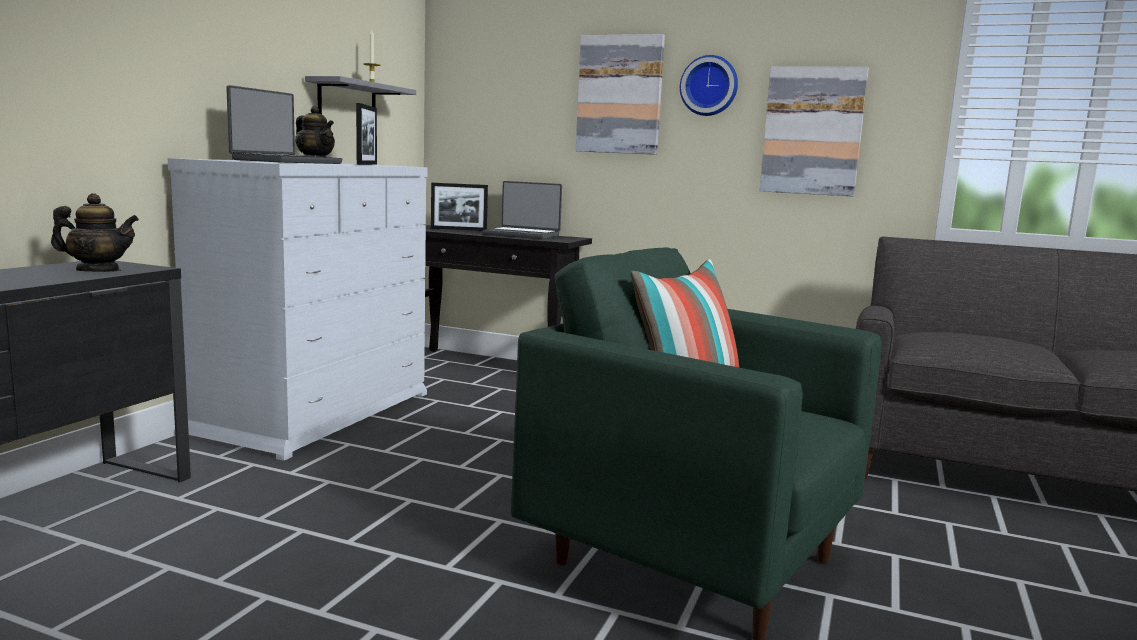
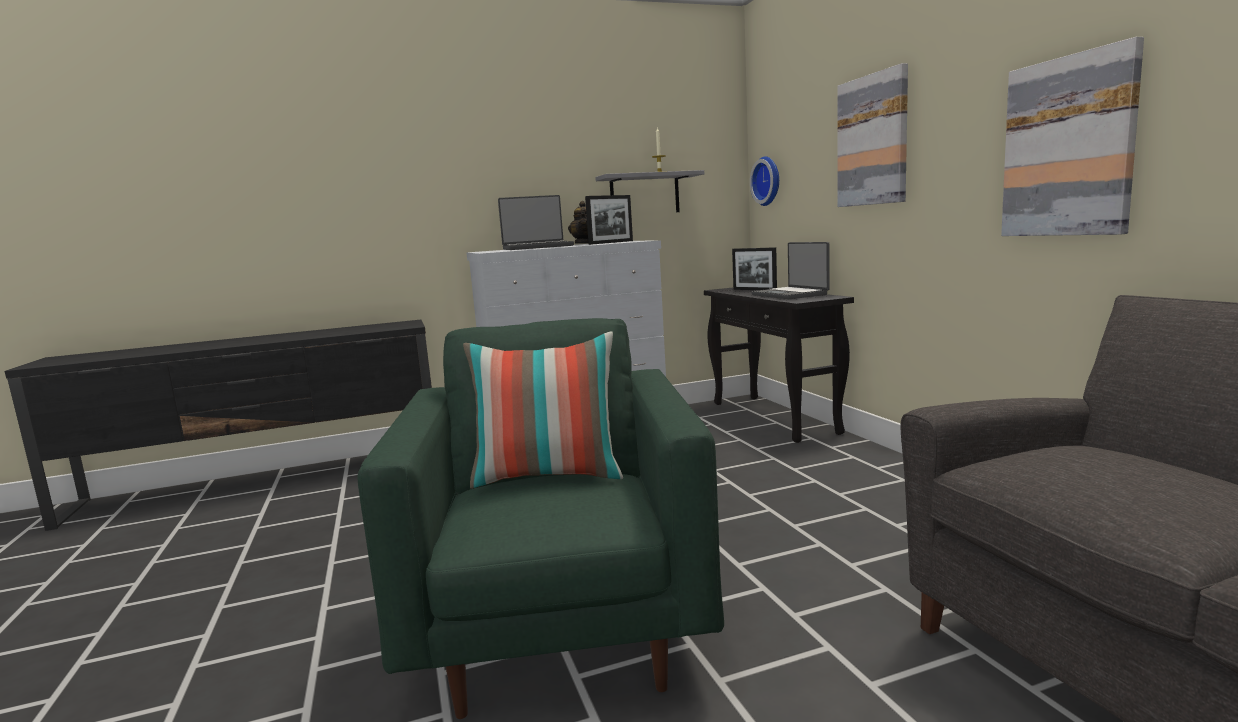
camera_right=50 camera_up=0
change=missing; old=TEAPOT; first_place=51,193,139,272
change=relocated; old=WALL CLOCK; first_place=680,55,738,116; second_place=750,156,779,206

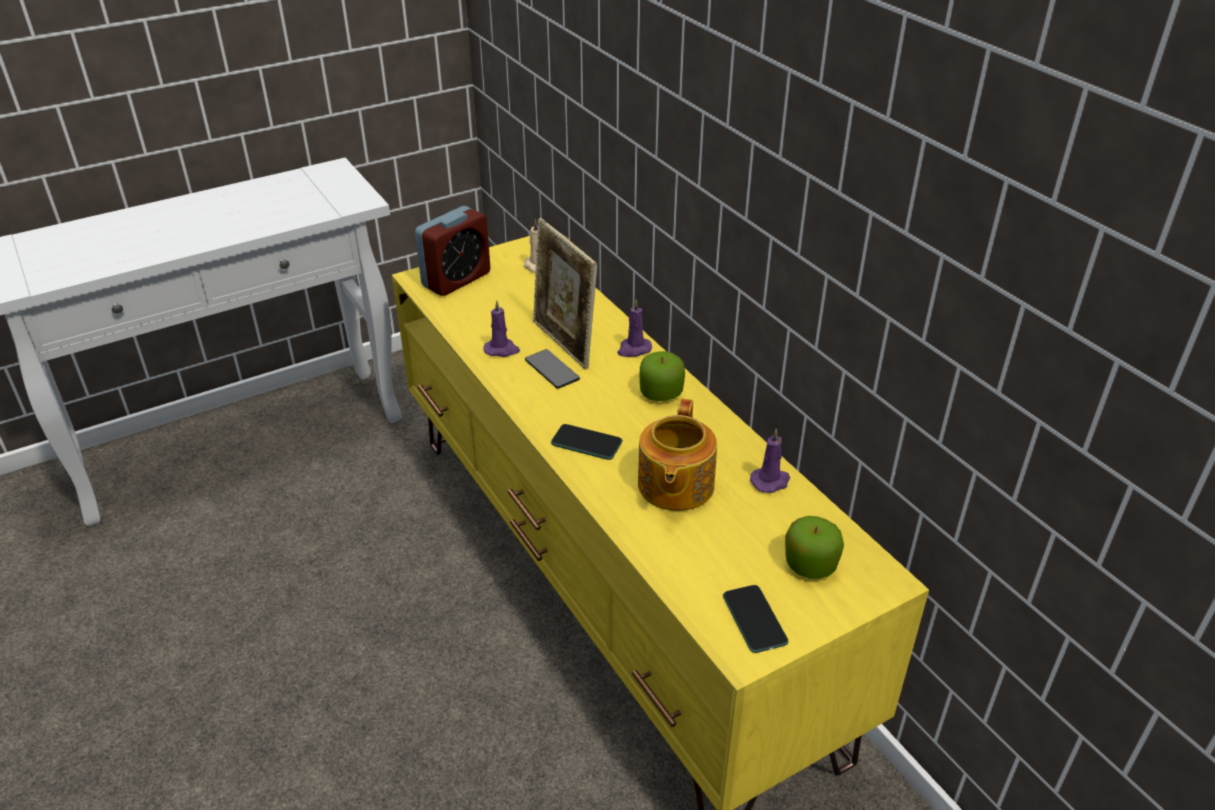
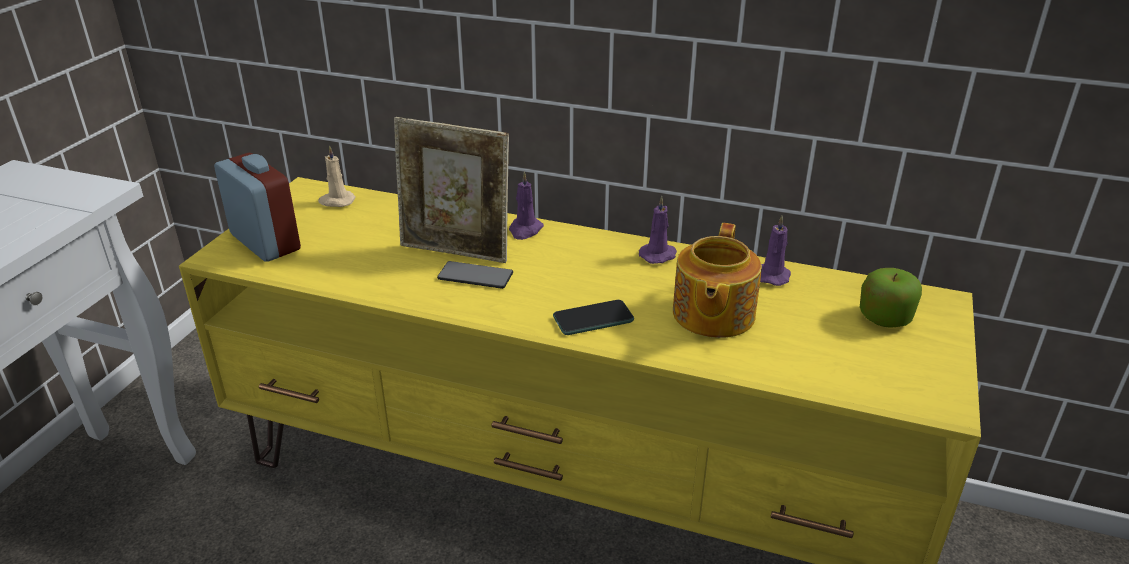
camera_right=-40 camera_up=-5
change=missing; old=APPLE; first_place=640,351,685,401
change=missing; old=PHONE; first_place=723,585,788,653
change=relocated; old=PURPLE CANDLE; first_place=483,300,520,357; second_place=639,196,677,264
change=spun; old=ALARM CLOCK; first_place=415,206,490,296; second_place=214,153,301,262; degrees=-45
change=spun; old=TEAPOT; first_place=638,399,717,511; second_place=673,223,762,338; degrees=45

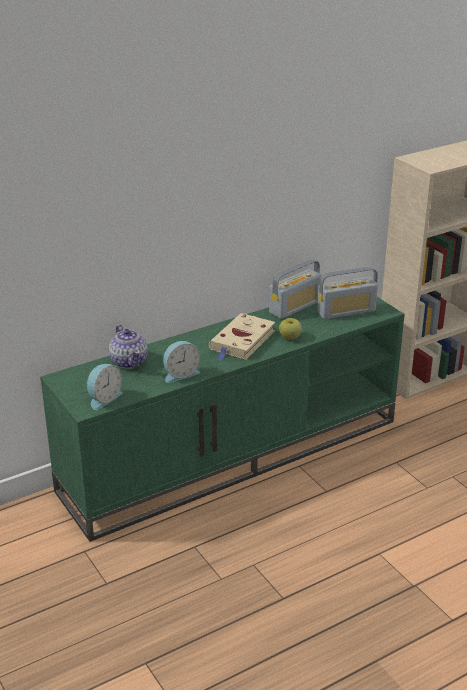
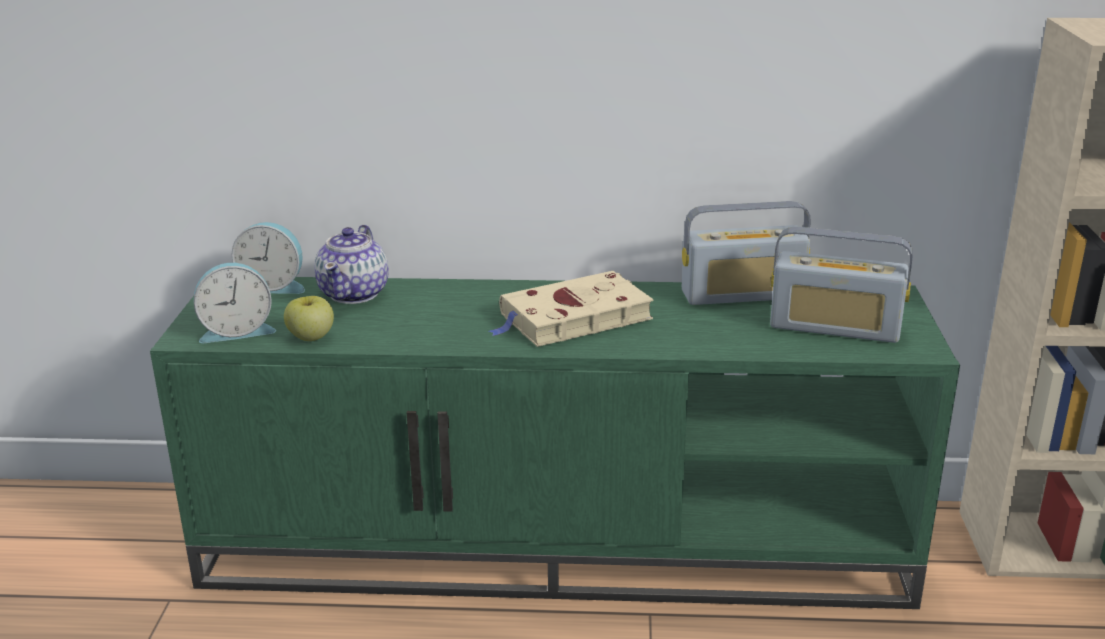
camera_right=35 camera_up=-5
change=relocated; old=ALARM CLOCK; first_place=163,341,200,383; second_place=232,222,305,294
change=relocated; old=APPLE; first_place=279,318,302,340; second_place=284,296,334,341

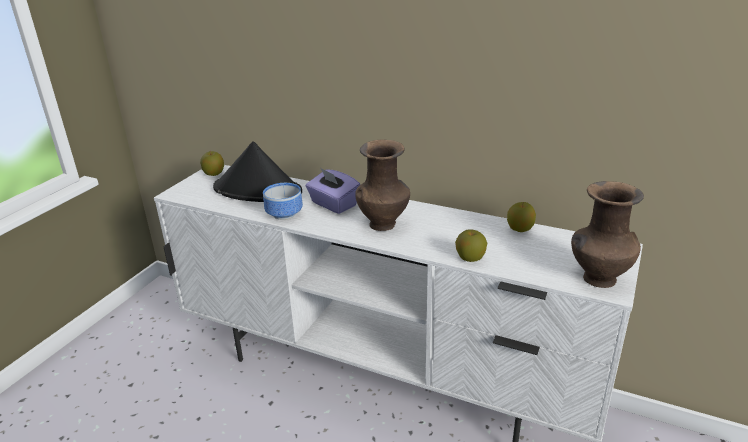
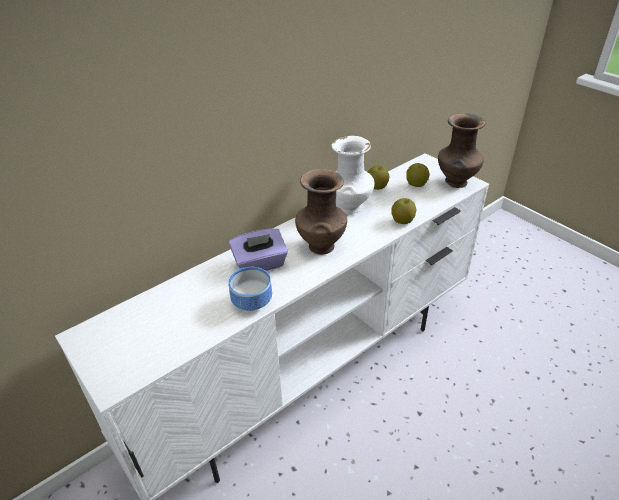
camera_right=-65 camera_up=10
change=missing; old=BLACK HAT; first_place=213,141,302,202
change=appeared; new=WHITE VASE; second_place=332,136,374,214
change=relocated; old=APPLE; first_place=200,151,224,176; second_place=407,163,430,187

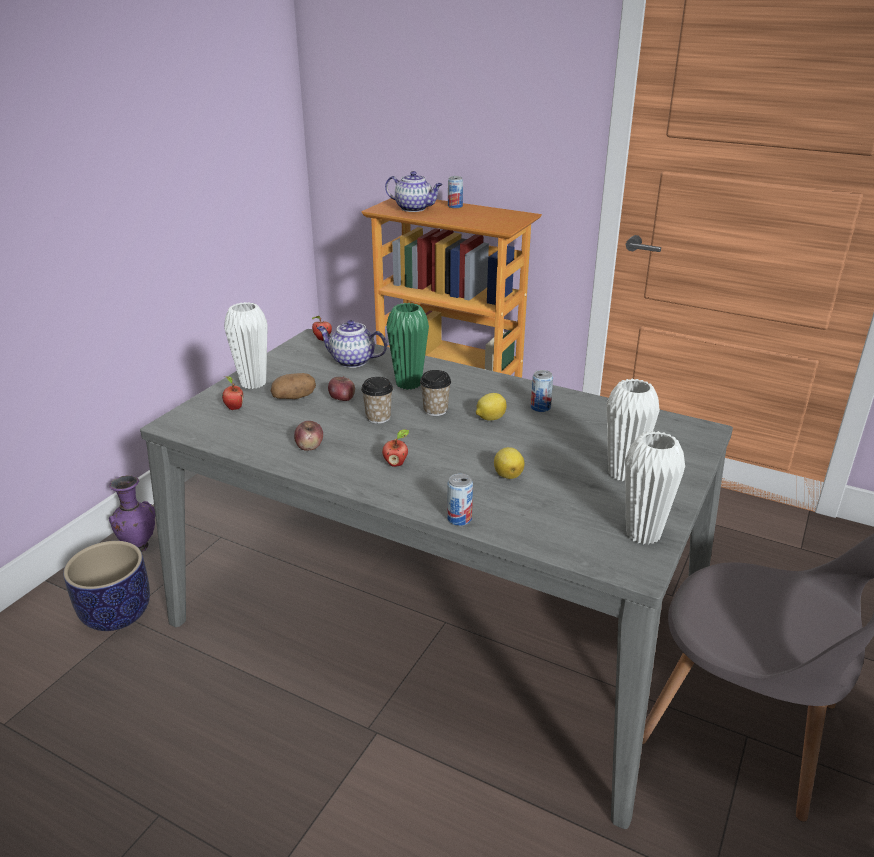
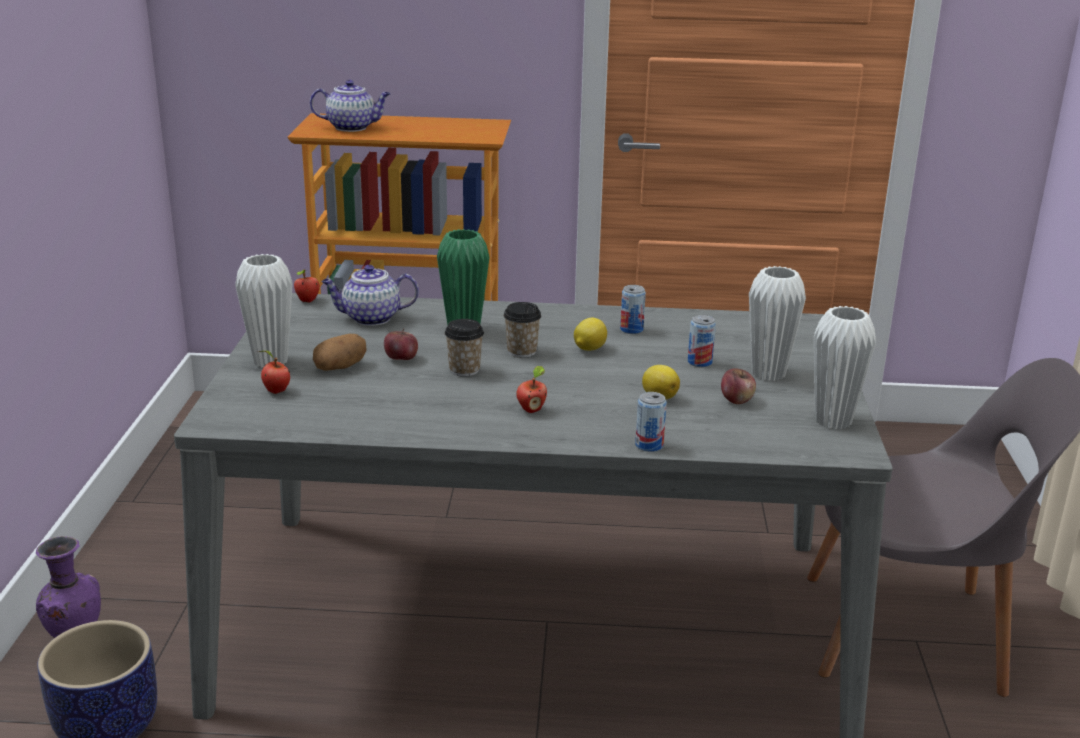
camera_right=-25 camera_up=-5
change=relocated; old=APPLE; first_place=294,421,323,451; second_place=721,368,756,404
change=relocated; old=CAN; first_place=448,176,463,208; second_place=688,315,716,367

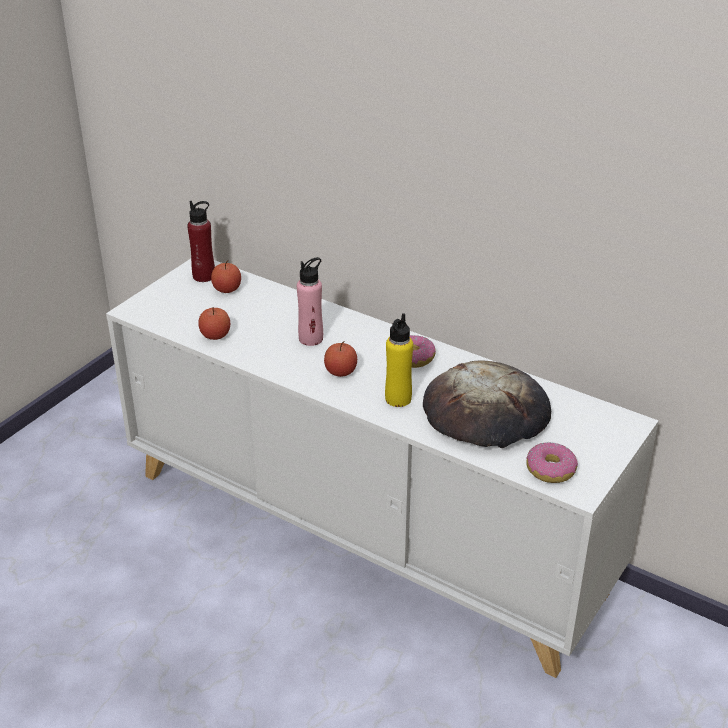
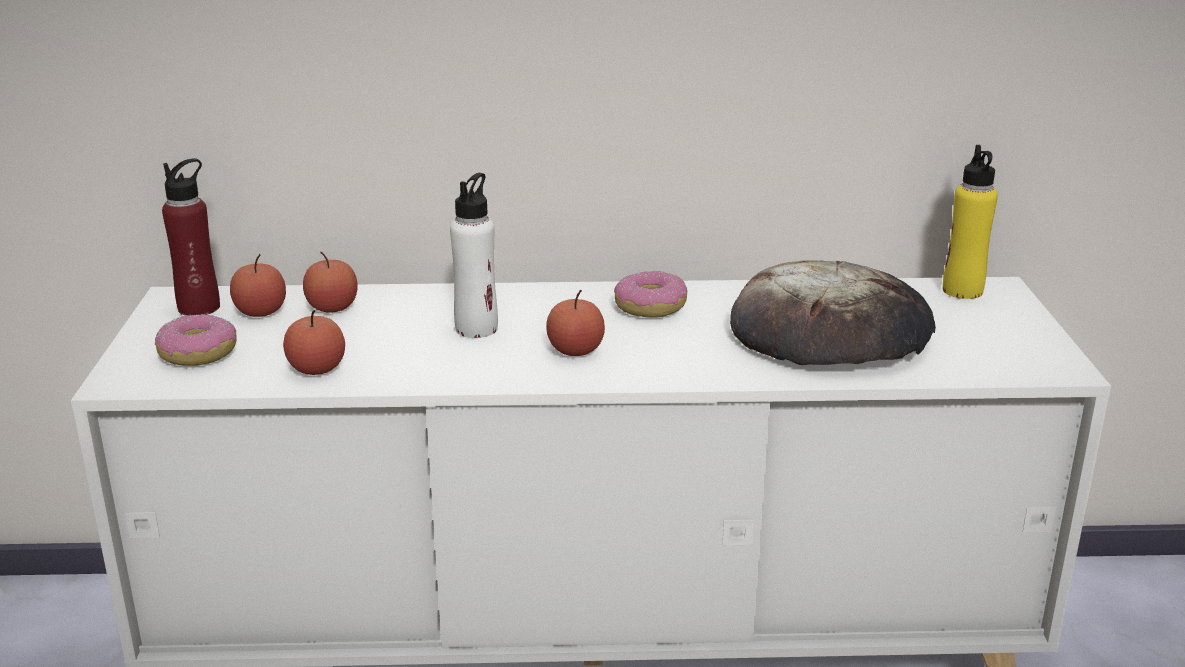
camera_right=-35 camera_up=-10
change=appeared; new=APPLE; second_place=303,252,358,313
change=relocated; old=YELLOW BOTTLE; first_place=385,313,413,407; second_place=943,145,998,299
change=relocated; old=DONUT; first_place=526,442,578,483; second_place=155,314,237,366
change=colour; old=PINK BOTTLE; new=WHITE BOTTLE; first_place=297,257,323,346; second_place=450,173,498,338

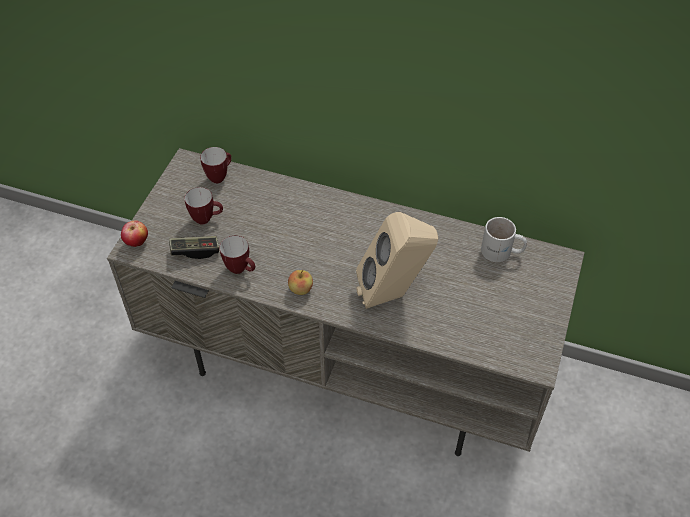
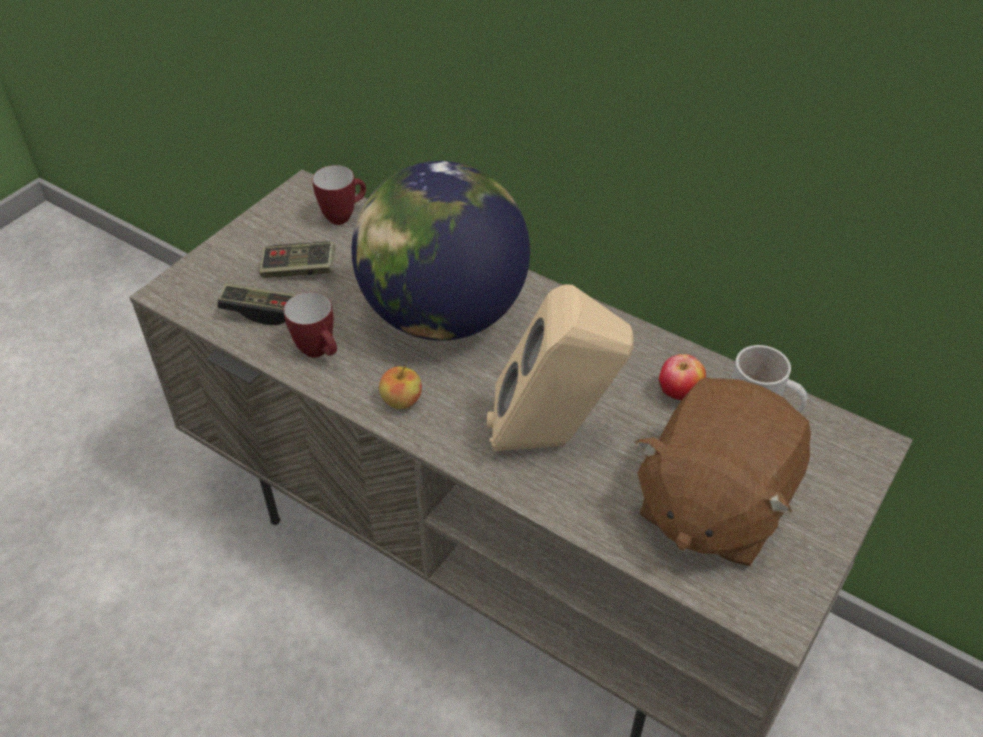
camera_right=15 camera_up=-5
change=appeared; new=GLOBE; second_place=351,161,530,341
change=appeared; new=BROWN PLUSH TOY; second_place=635,378,811,566
change=relocated; old=APPLE; first_place=121,220,148,247; second_place=659,354,706,400
change=exchanged; old=MUG; new=GAME CONTROLLER; first_place=185,187,223,225; second_place=259,241,336,278

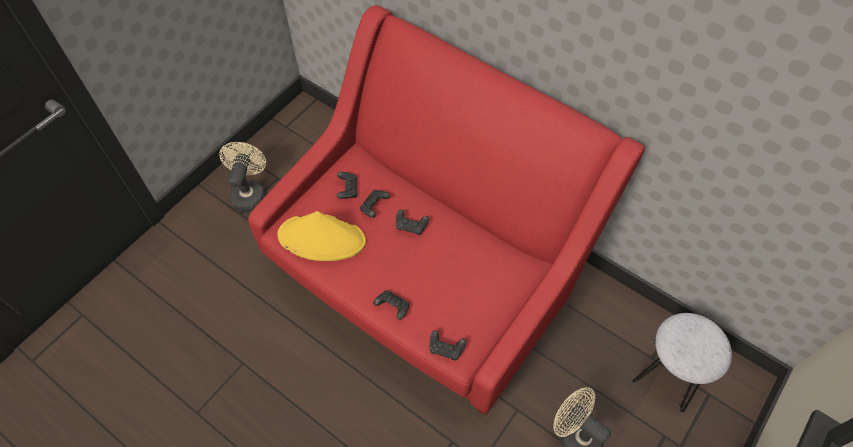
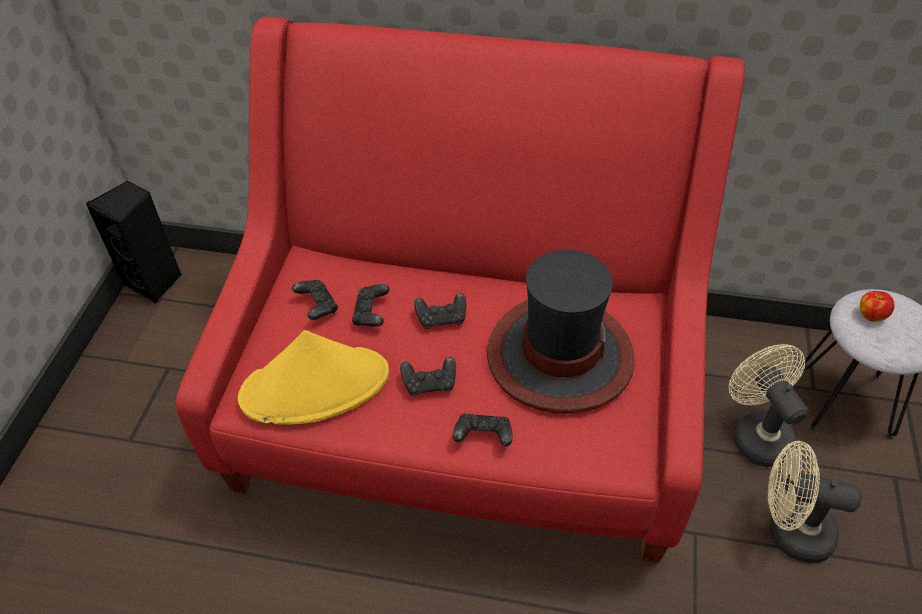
camera_right=-25 camera_up=-10
change=appeared; new=BLACK SPEAKER; second_place=86,181,182,304
change=appeared; new=HAT; second_place=487,250,635,413
change=appeared; new=APPLE; second_place=860,291,895,322
change=relocated; old=BEIGE FAN; first_place=219,142,266,212; second_place=729,344,809,467
change=relocated; old=BLACK GAME CONTROLLER; first_place=430,330,466,361; second_place=400,357,456,396

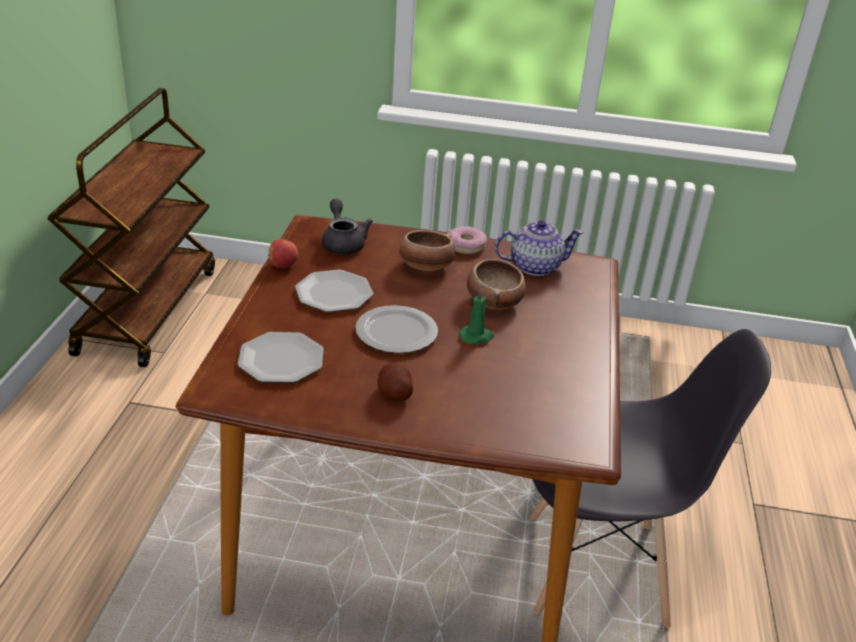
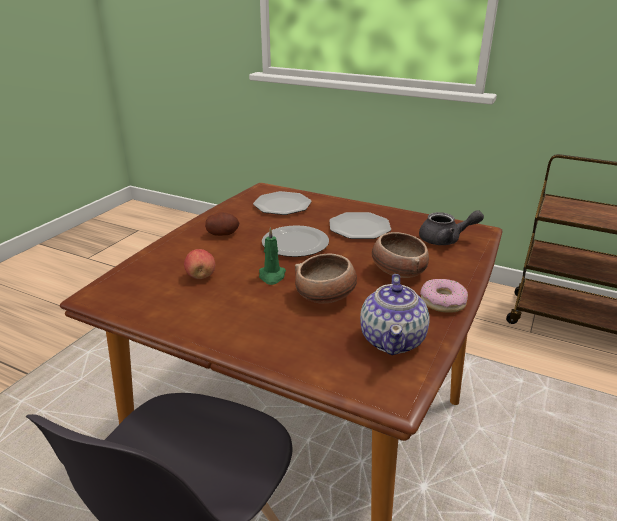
camera_right=110 camera_up=-5
change=relocated; old=APPLE; first_place=268,239,298,268; second_place=184,249,215,279

